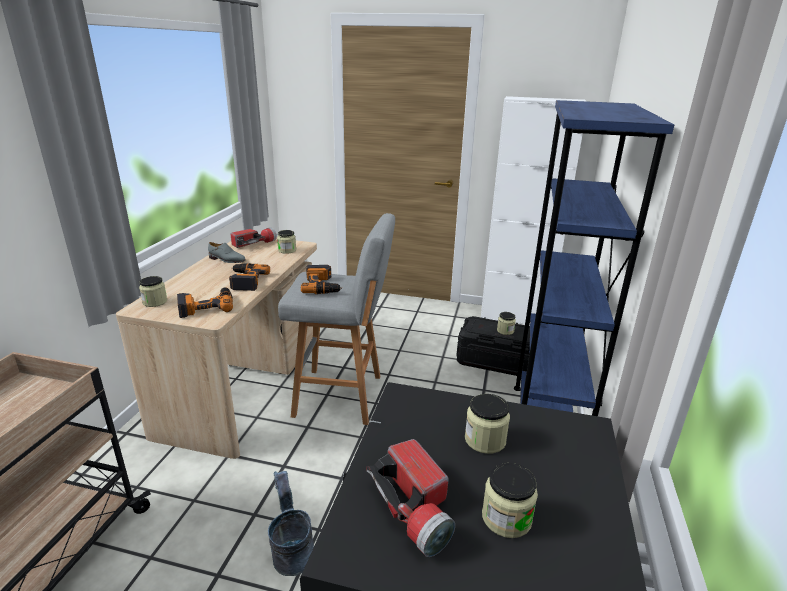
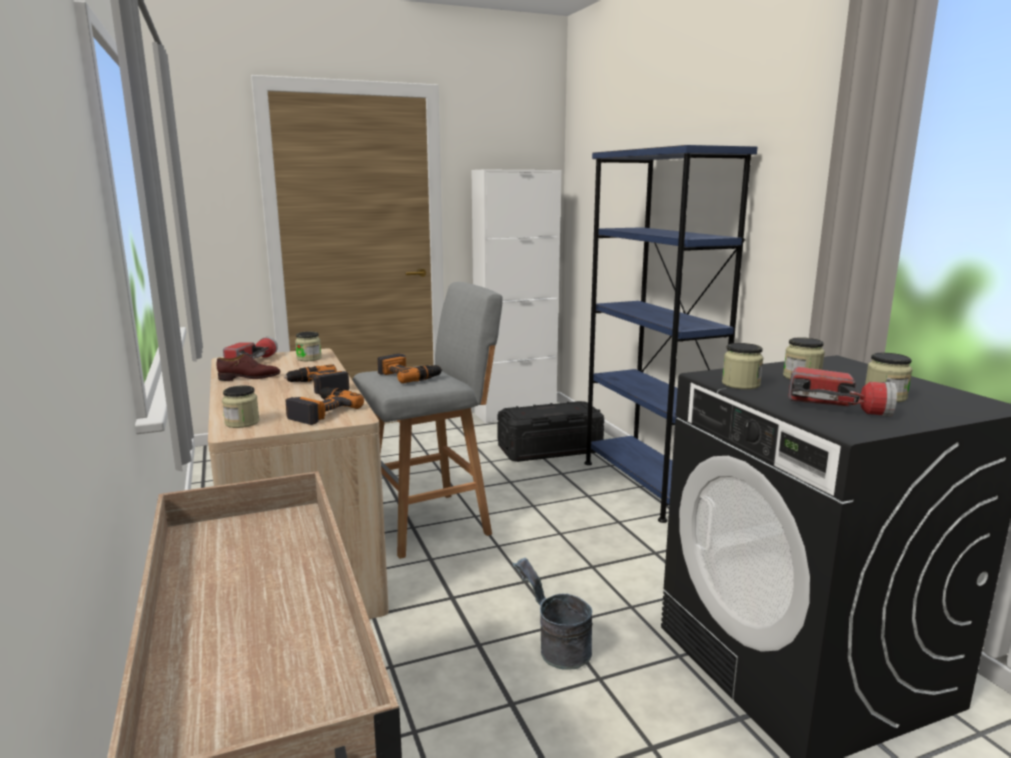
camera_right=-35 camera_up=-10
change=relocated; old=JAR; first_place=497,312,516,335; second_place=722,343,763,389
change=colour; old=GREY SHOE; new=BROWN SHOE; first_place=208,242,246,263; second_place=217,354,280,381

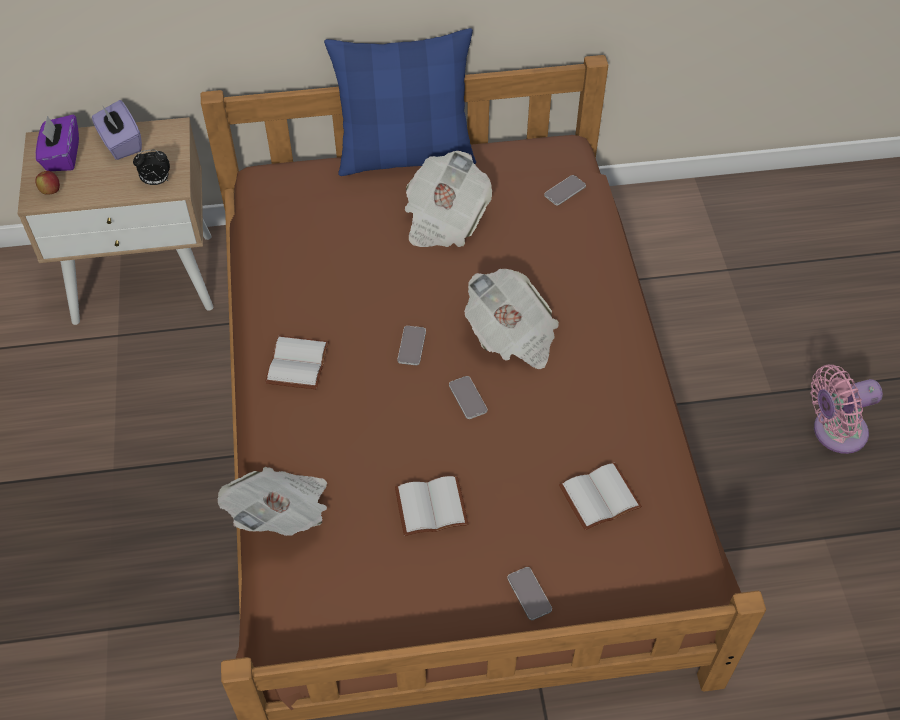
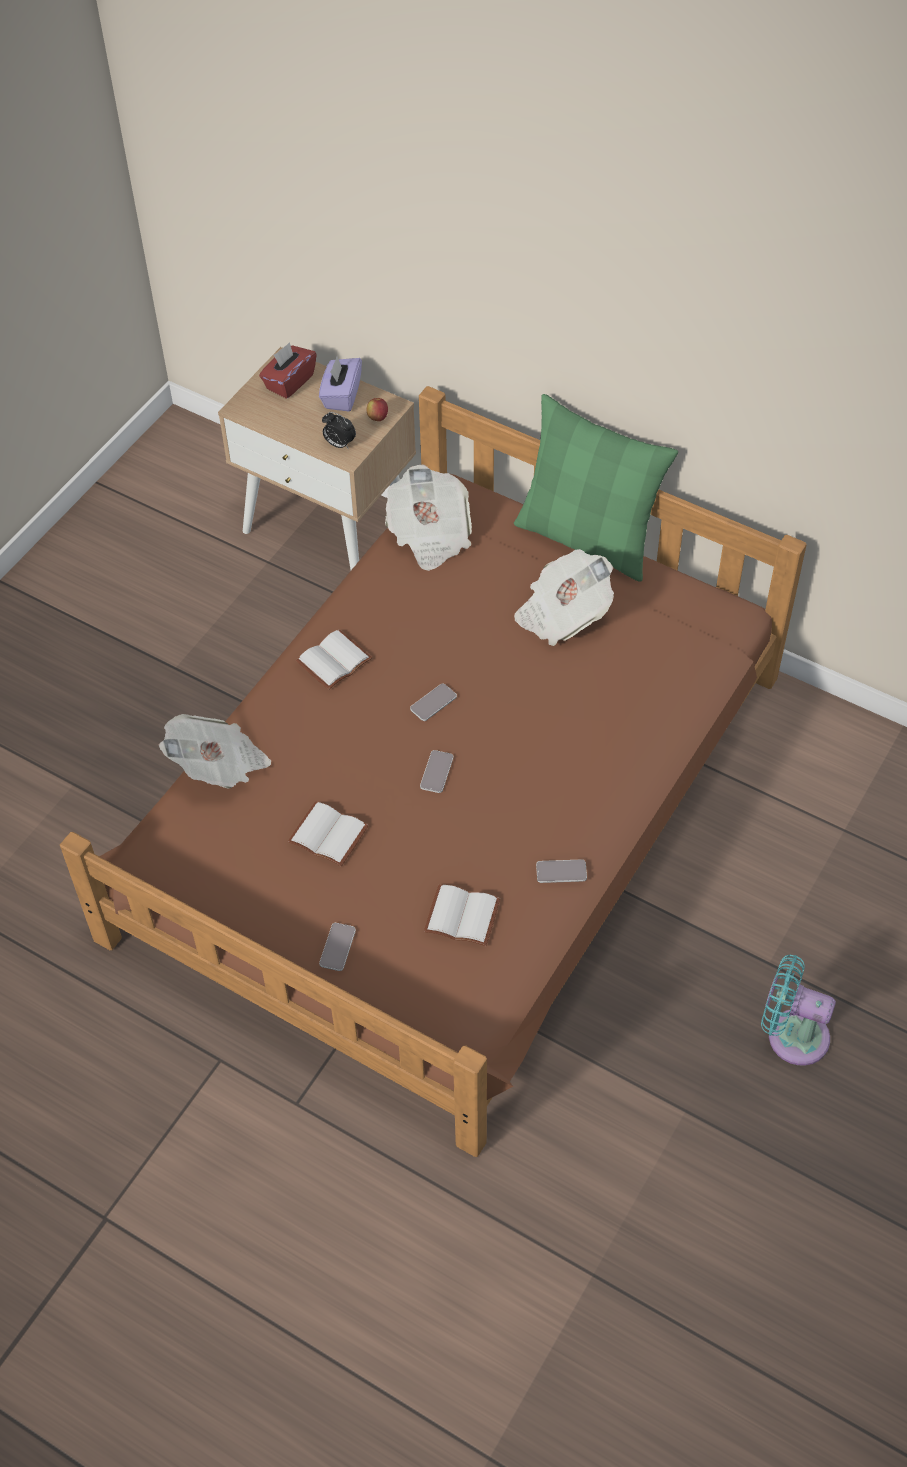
camera_right=40 camera_up=0
change=relocated; old=APPLE; first_place=35,171,60,195; second_place=367,398,388,421
change=relocated; old=NEWSPAPER; first_place=464,269,559,369; second_place=385,465,472,571
change=relocated; old=PHONE; first_place=544,175,586,206; second_place=536,859,587,883
change=colour; old=PURPLE TISSUE BOX; new=RED TISSUE BOX; first_place=36,115,79,171; second_place=259,342,317,399
change=colour; old=BLUE PILLOW; new=GREEN PILLOW; first_place=324,28,476,176; second_place=514,394,678,582
change=colour; old=PINK FAN; new=TURQUOISE FAN; first_place=811,364,883,454; second_place=761,955,836,1065

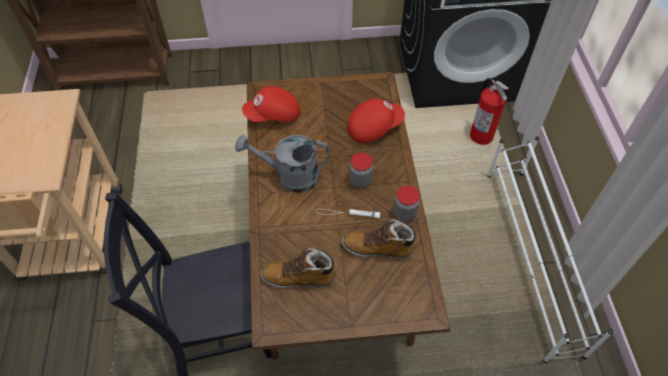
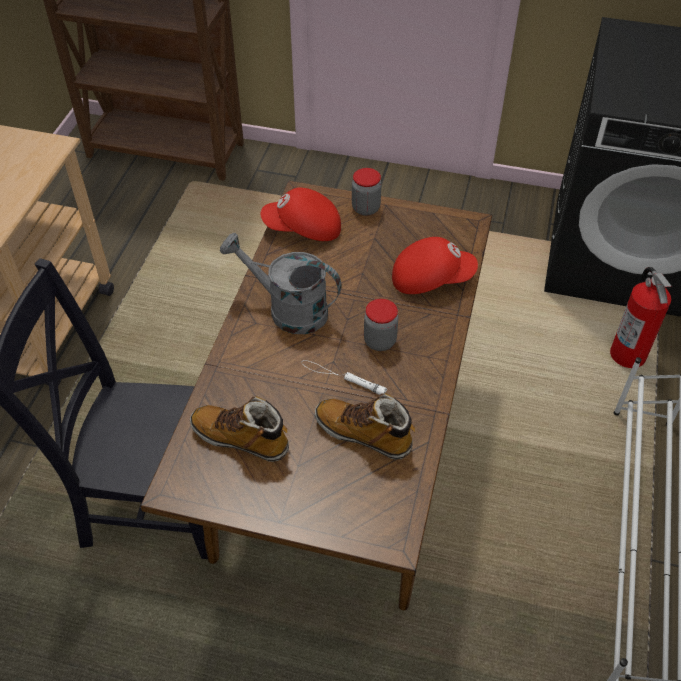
camera_right=20 camera_up=-5
change=relocated; old=JAR; first_place=394,186,420,222; second_place=352,168,382,216

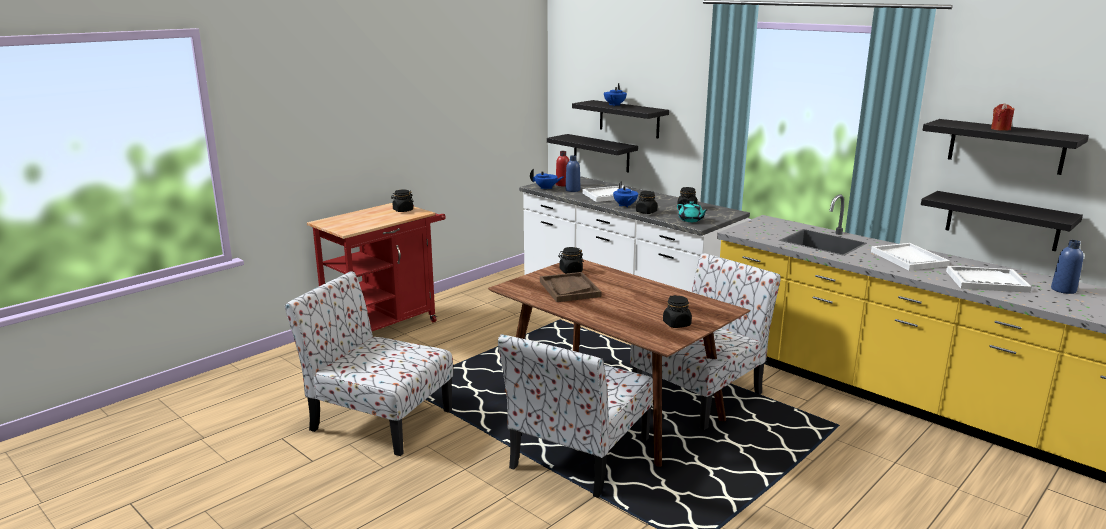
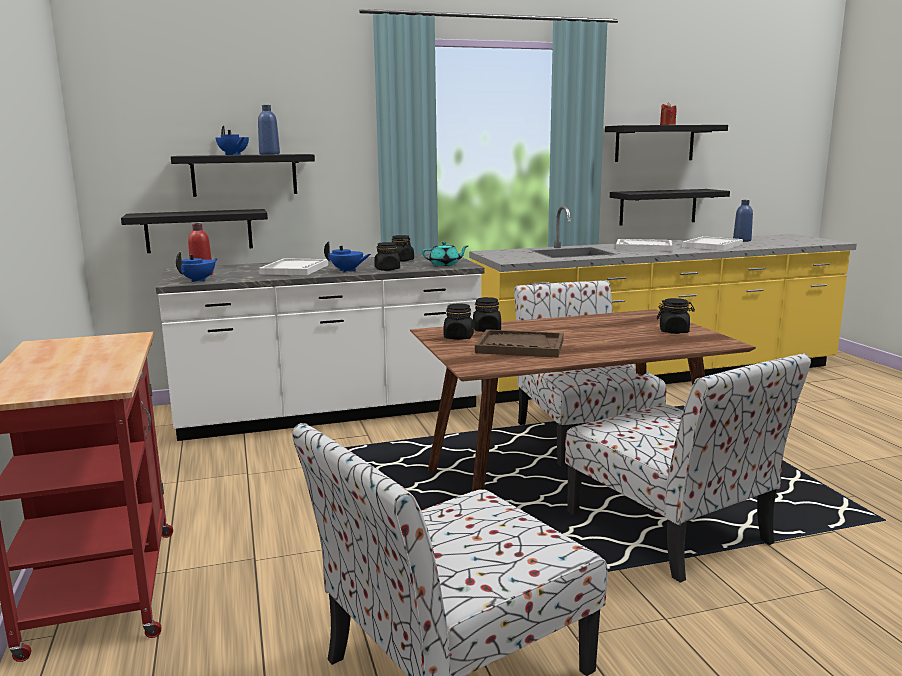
camera_right=-60 camera_up=-5
change=relocated; old=BLACK JAR; first_place=391,189,414,212; second_place=473,297,501,332
change=relocated; old=BLUE BOTTLE; first_place=565,155,580,192; second_place=258,105,280,155

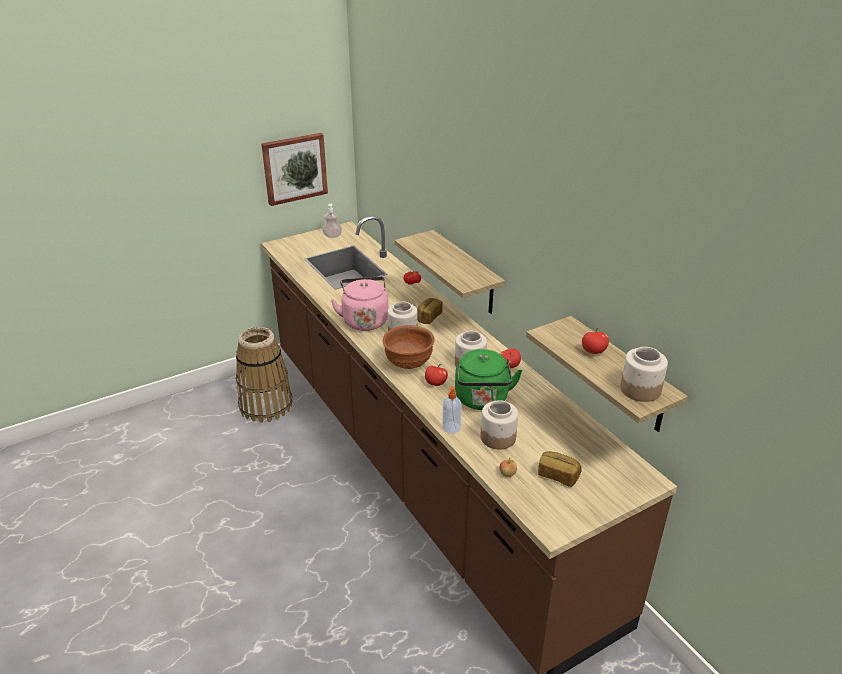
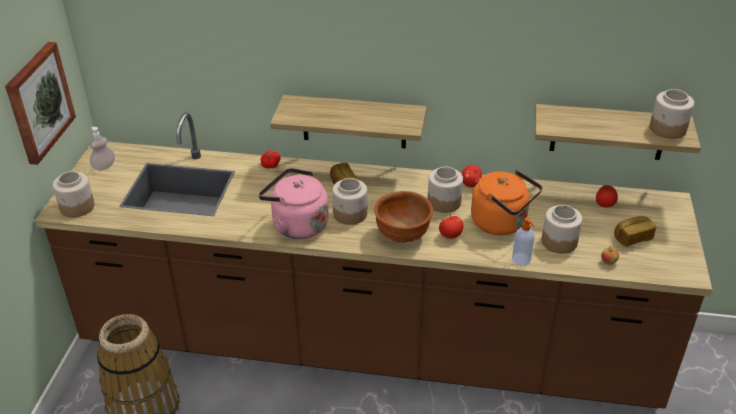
camera_right=-50 camera_up=5
change=appeared; new=JAR; second_place=53,171,95,217
change=relocated; old=APPLE; first_place=582,328,609,354; second_place=596,184,618,208
change=colour; old=GREEN KETTLE; new=ORANGE KETTLE; first_place=455,349,522,410; second_place=471,170,542,235

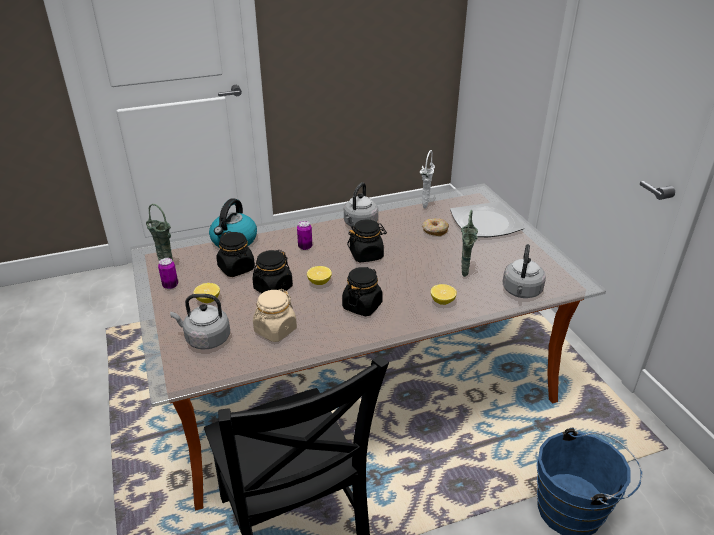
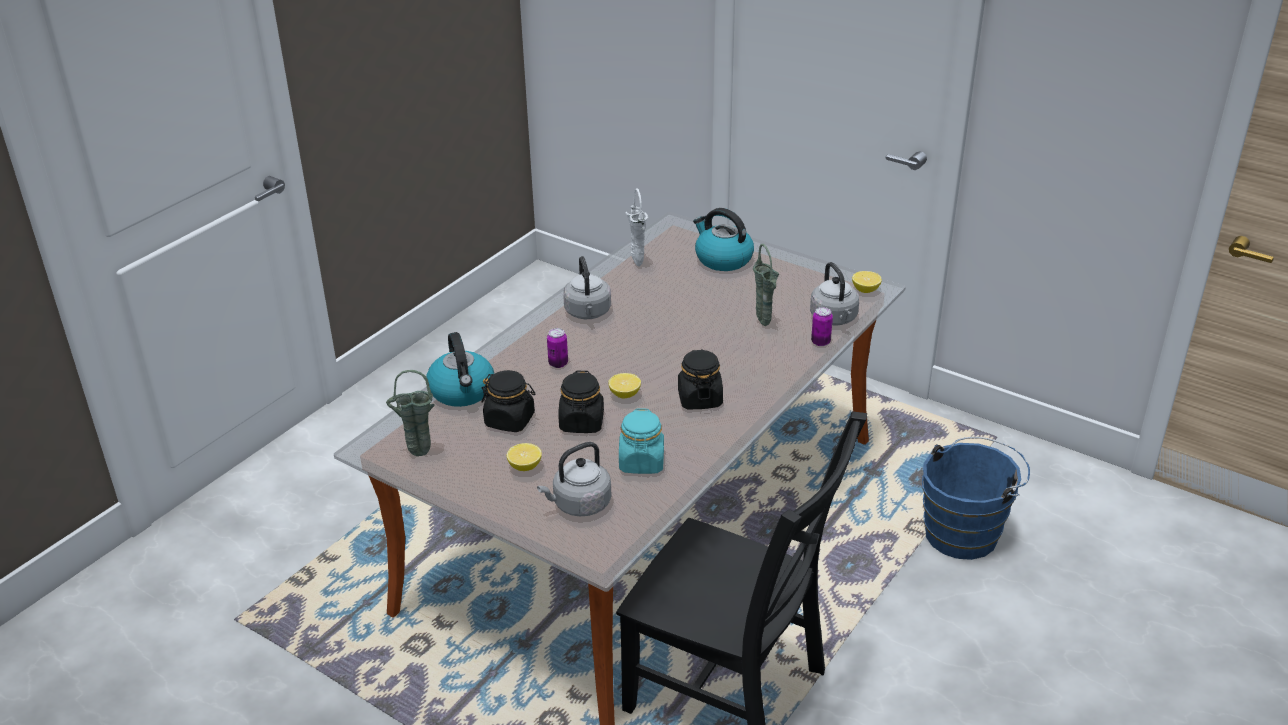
camera_right=-35 camera_up=0
change=missing; old=BLACK JAR; first_place=347,219,387,262
change=missing; old=DONUT; first_place=422,218,449,236
change=relocated; old=CAN; first_place=158,258,178,289; second_place=811,307,833,346
change=relocated; old=LEMON; first_place=431,284,457,305; second_place=852,271,882,293
change=exchanged; old=PLATE; new=KETTLE; first_place=450,202,524,237; second_place=693,208,754,271
change=colour; old=BEIGE JAR; new=TURQUOISE JAR; first_place=253,289,297,342; second_place=619,408,664,474

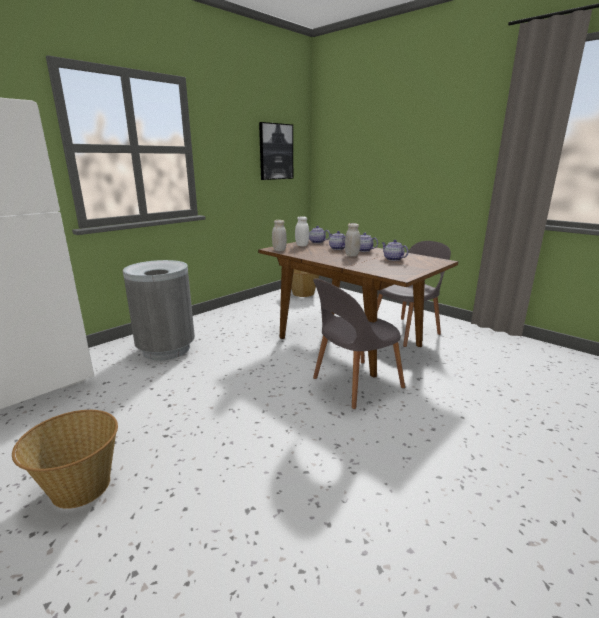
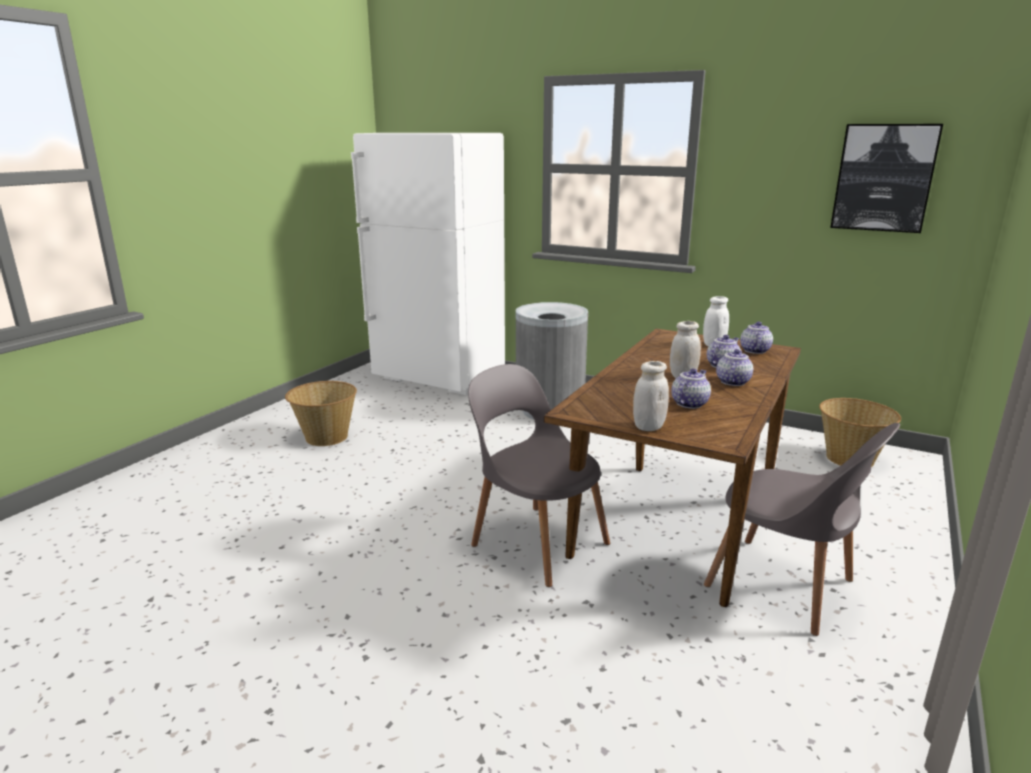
camera_right=75 camera_up=0
change=relocated; old=WHITE JAR; first_place=272,220,287,251; second_place=633,361,669,431

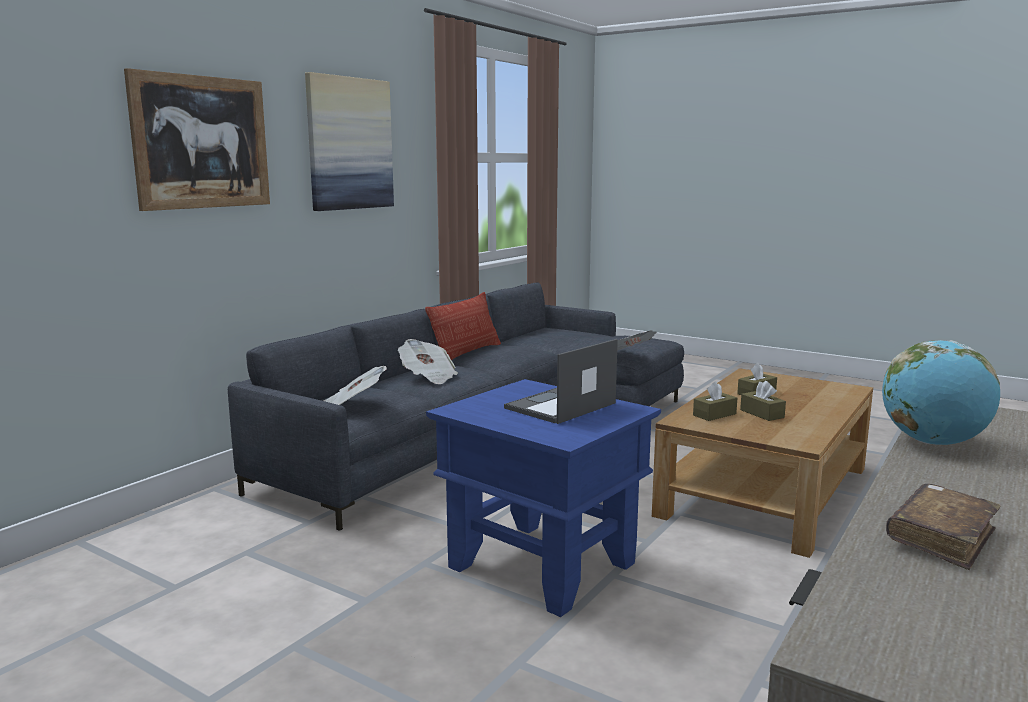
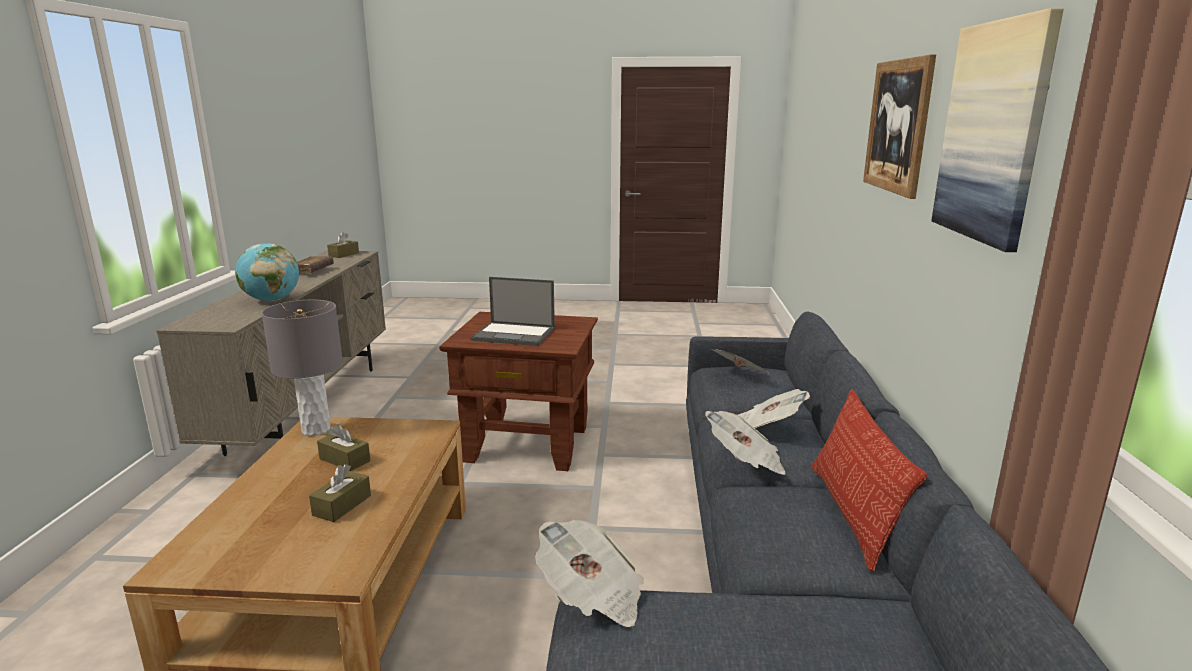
camera_right=150 camera_up=5
change=appeared; new=GREY TABLE LAMP; second_place=262,300,343,436
change=appeared; new=NEWSPAPER; second_place=705,411,786,475
change=relocated; old=BROWN TISSUE BOX; first_place=693,381,737,421; second_place=327,232,359,258
change=colour; old=BLUE SIDE TABLE; new=BROWN SIDE TABLE; first_place=426,379,661,617; second_place=439,312,598,471
change=spun; old=LAPTOP; first_place=504,339,618,424; second_place=471,277,555,346; degrees=90

